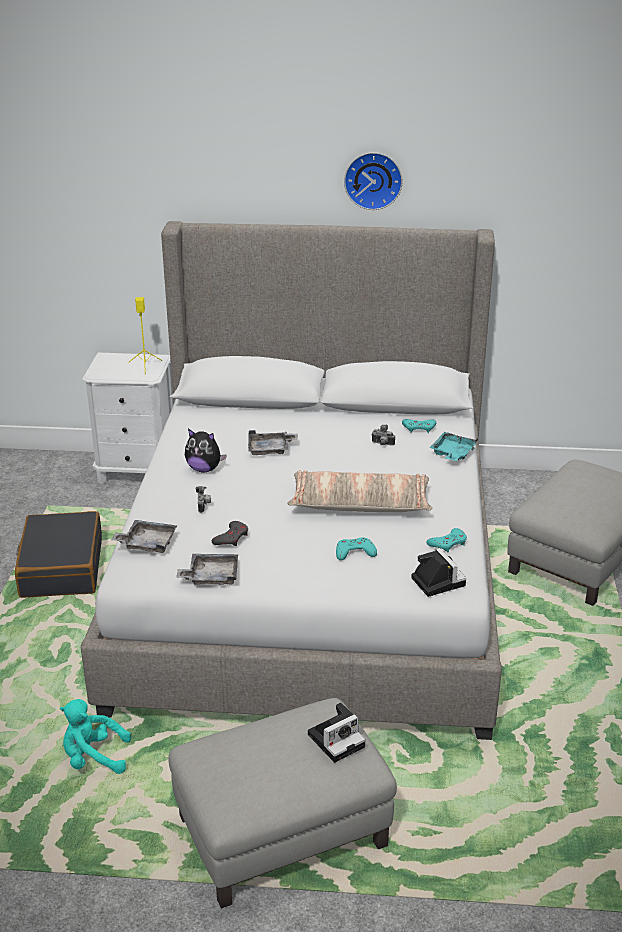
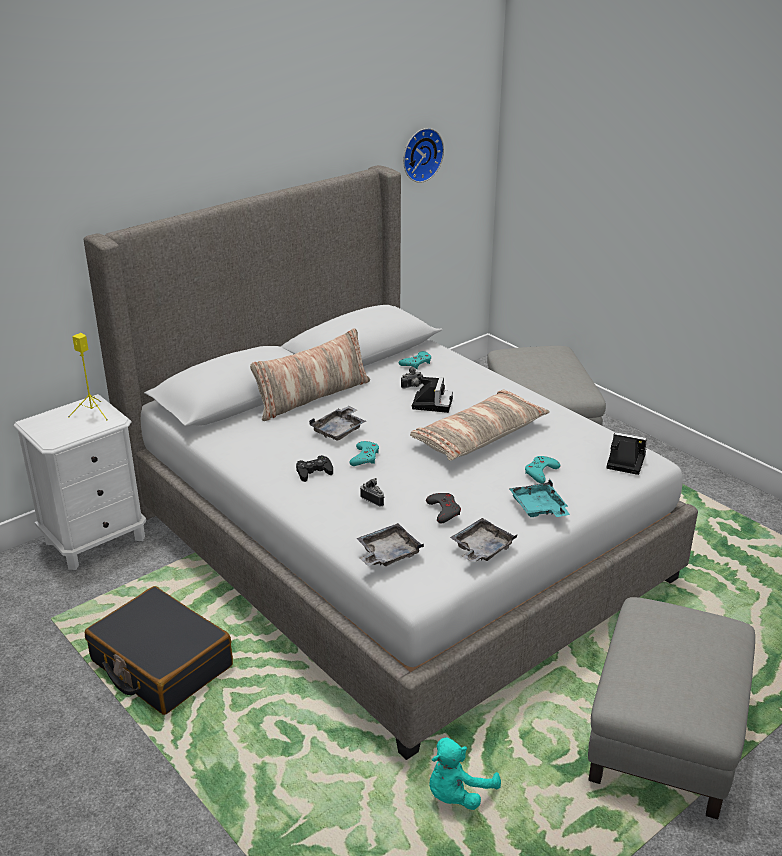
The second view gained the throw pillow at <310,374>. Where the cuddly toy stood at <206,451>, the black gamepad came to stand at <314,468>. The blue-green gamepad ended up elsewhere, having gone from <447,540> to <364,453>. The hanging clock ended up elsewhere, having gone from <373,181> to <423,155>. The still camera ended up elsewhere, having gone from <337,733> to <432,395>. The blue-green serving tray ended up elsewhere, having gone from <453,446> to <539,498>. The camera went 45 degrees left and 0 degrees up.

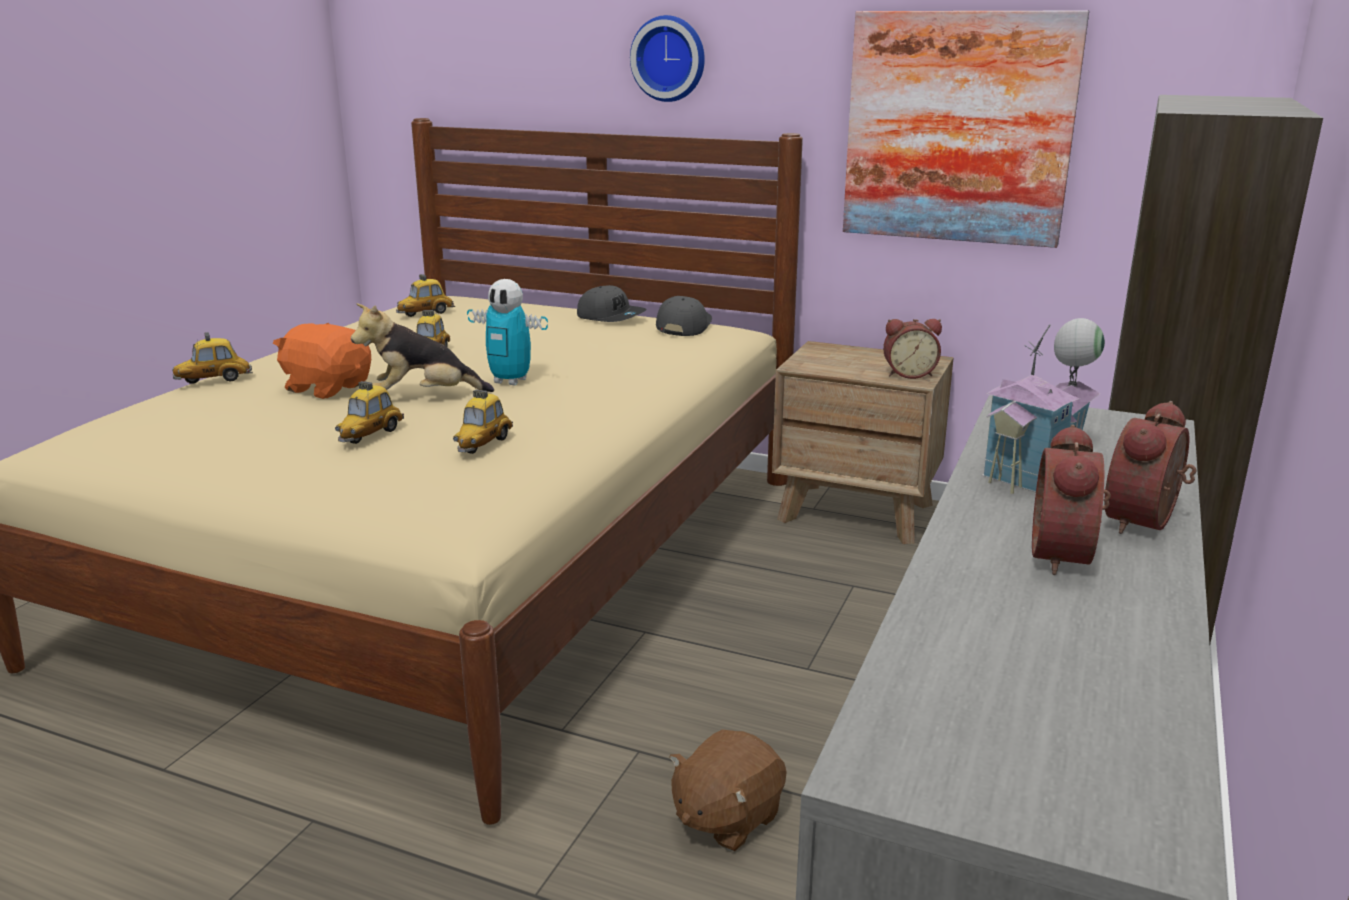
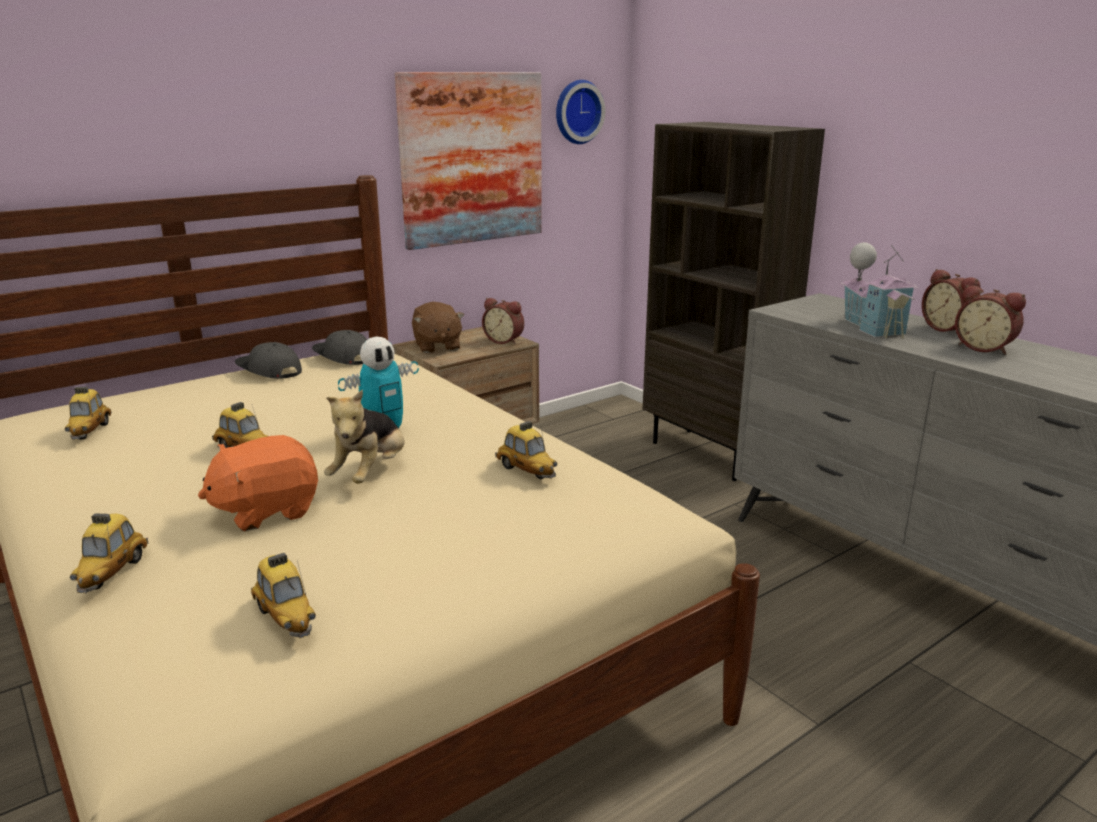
The gray cap at <612,303> ended up facing another way, 120 degrees counterclockwise from before. The miniature car ended up elsewhere, having gone from <369,412> to <283,595>. The brown-coloured cuddly toy ended up elsewhere, having gone from <728,790> to <438,327>. The bedside clock at <912,349> ended up facing another way, 90 degrees clockwise from before. The hanging clock ended up elsewhere, having gone from <667,58> to <580,112>. The camera went 60 degrees left and 0 degrees up.

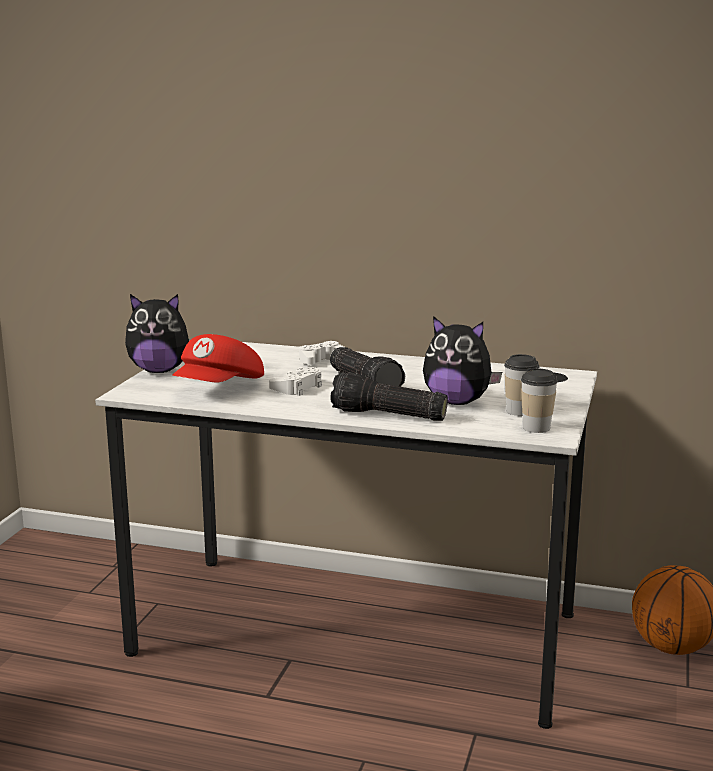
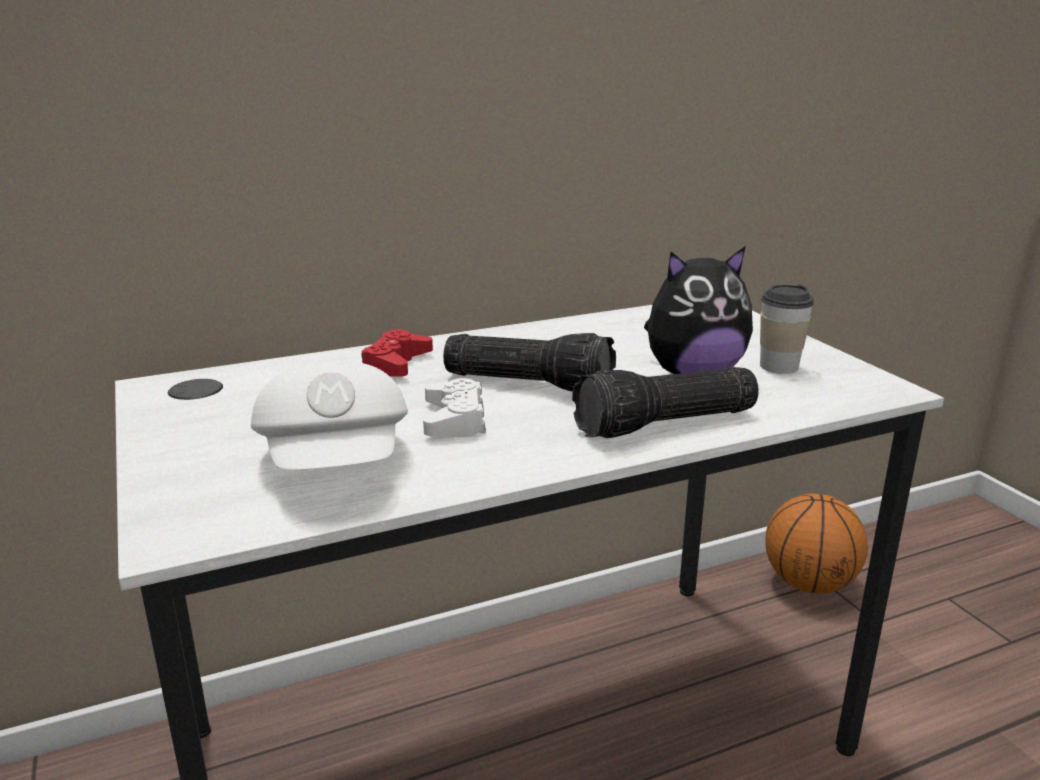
What was the red cap at <218,358> turned into the white cap at <329,415>. What was the white gamepad at <321,353> turned into the red gamepad at <397,353>. The second view lost the cuddly toy at <158,333>. The second view lost the drinking cup at <539,400>. The camera went 40 degrees left and 5 degrees up.

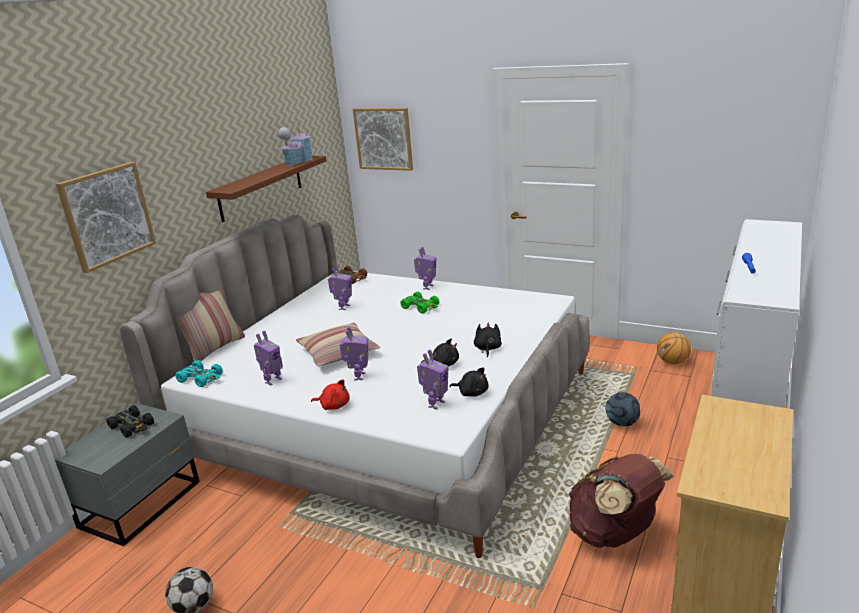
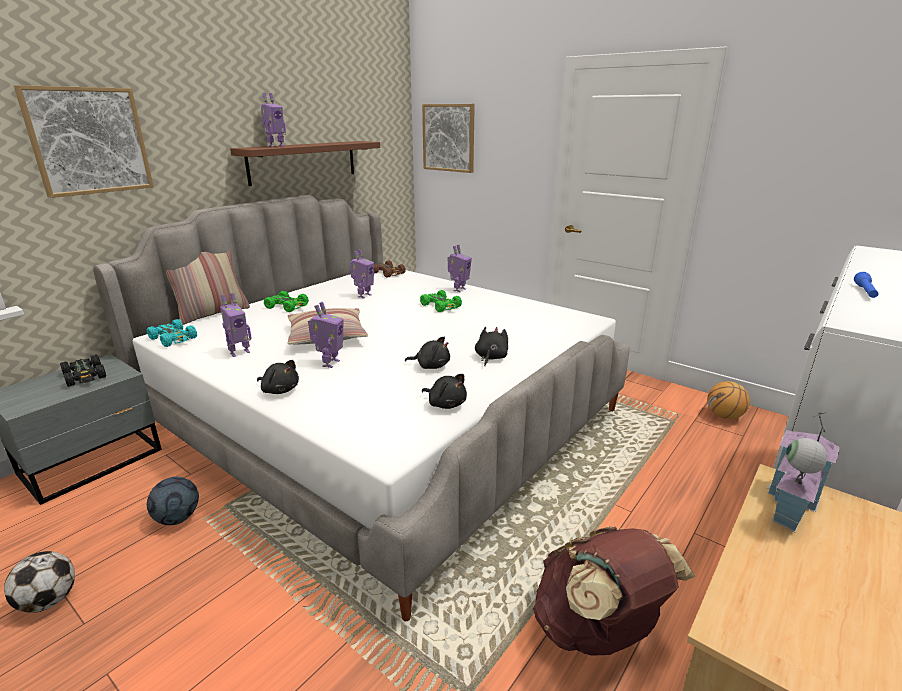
The ball for football ended up elsewhere, having gone from <623,409> to <173,501>. What was the red cuddly toy at <330,394> turned into the black cuddly toy at <278,377>. The model robot ended up elsewhere, having gone from <432,379> to <273,120>. The second view gained the green miniature car at <286,301>. The model house ended up elsewhere, having gone from <295,144> to <803,472>. The camera went 10 degrees right and 0 degrees up.

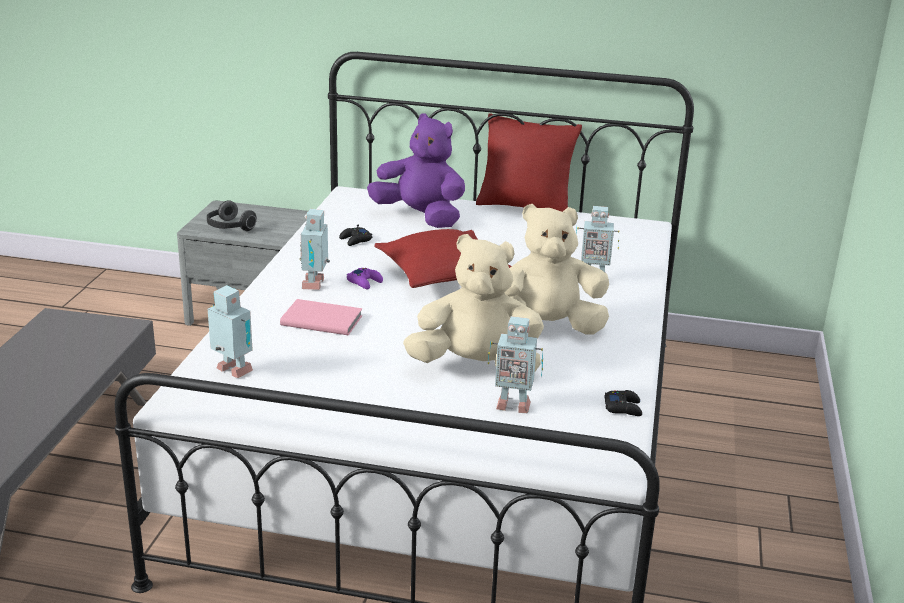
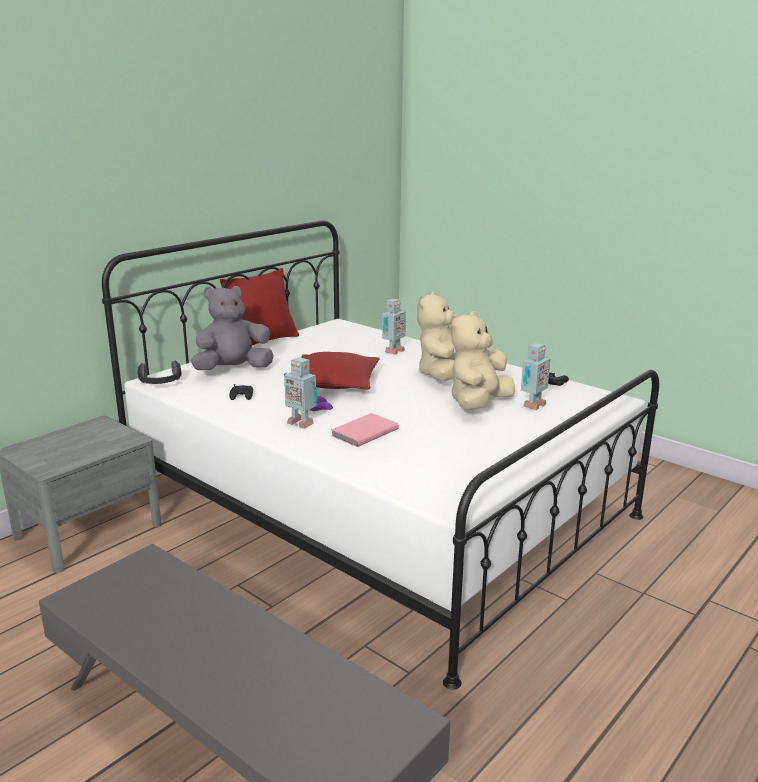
The pair of headphones ended up elsewhere, having gone from <232,215> to <159,372>. What was the purple-coloured cuddly toy at <416,170> turned into the gray cuddly toy at <232,328>. The second view lost the model robot at <230,331>. The camera went 60 degrees left and 5 degrees down.

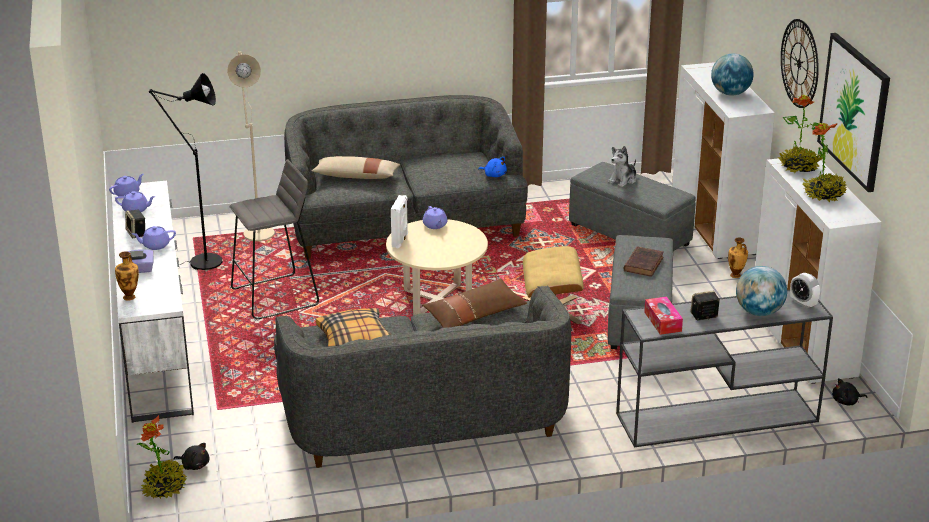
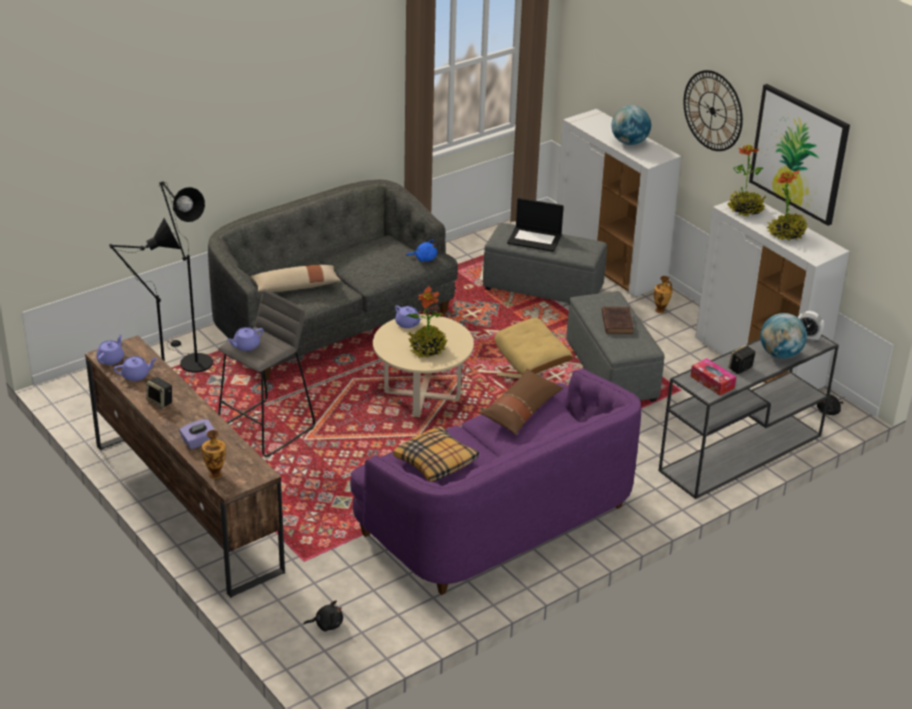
What was the white tv unit at <152,302> turned into the brown-coloured tv unit at <185,466>. What was the sand-coloured standard lamp at <251,146> turned into the black standard lamp at <186,276>. The purple-coloured tea pot ended up elsewhere, having gone from <154,238> to <245,339>. What was the gray couch at <422,377> turned into the purple-coloured couch at <495,481>. The potted plant ended up elsewhere, having gone from <162,457> to <426,322>. Where the cuddly toy stood at <622,166>, the portable computer came to stand at <535,225>. The second view lost the white speaker at <399,221>. The camera went 25 degrees left and 5 degrees up.

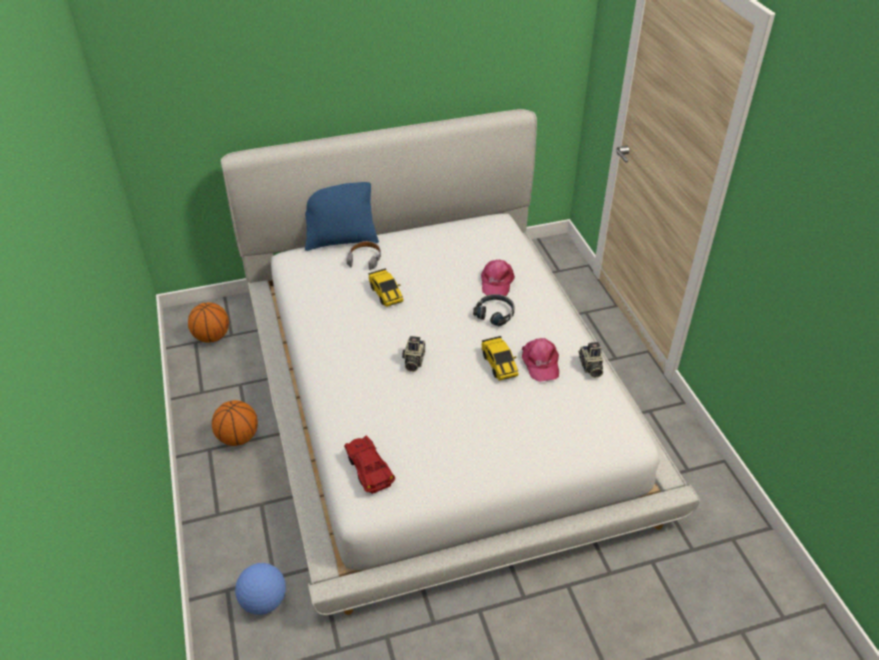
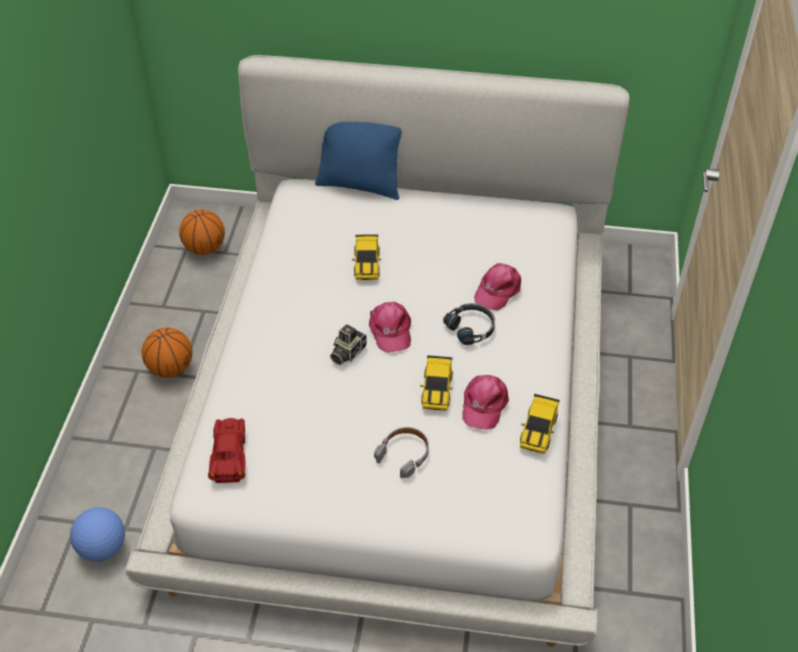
The second view gained the pinkish cap at <390,327>. The gray pair of headphones ended up elsewhere, having gone from <364,255> to <401,452>. Where the still camera stood at <591,360>, the miniature car came to stand at <540,424>. The camera went 25 degrees right and 5 degrees up.

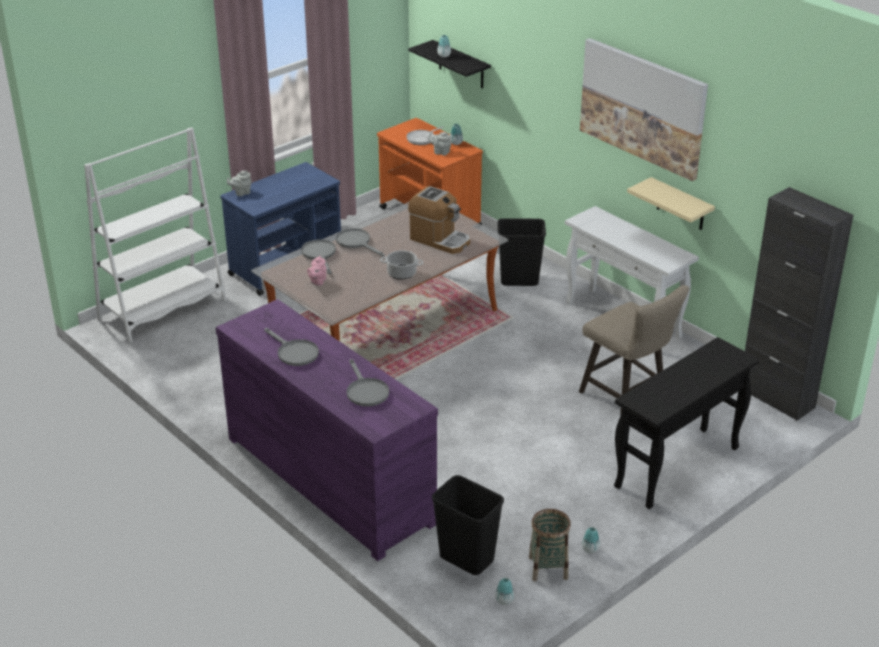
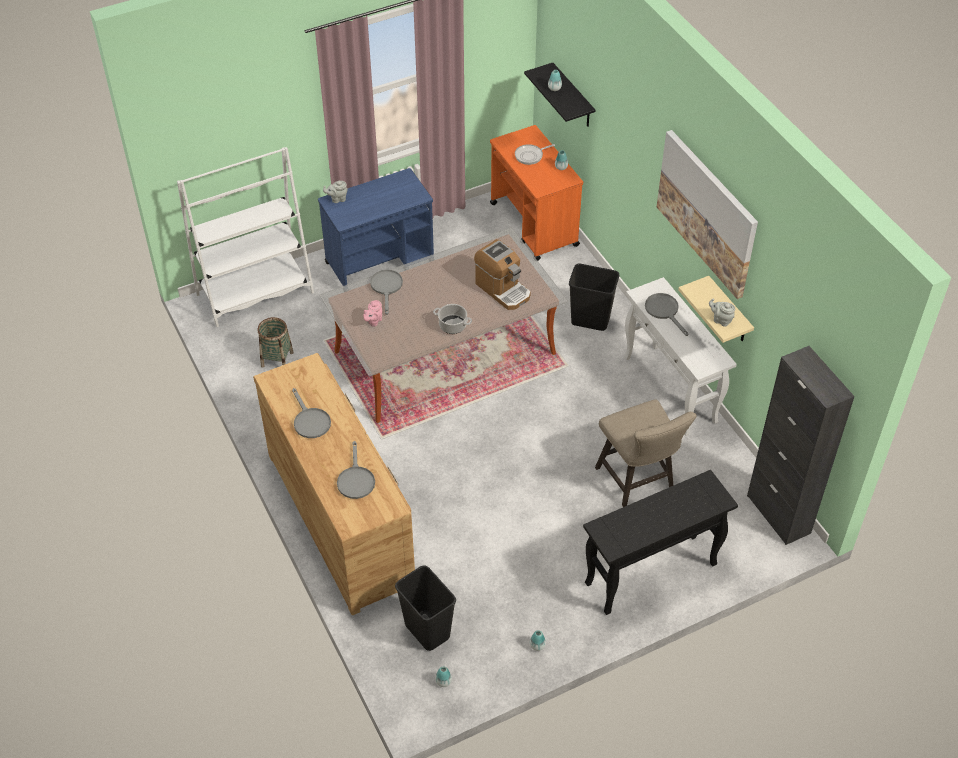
What was the purple-coloured dresser at <327,430> turned into the brown-coloured dresser at <334,484>. The basket ended up elsewhere, having gone from <550,545> to <275,342>. The gray frying pan ended up elsewhere, having gone from <360,242> to <667,314>. The gray tea pot ended up elsewhere, having gone from <439,143> to <722,312>. The camera went 15 degrees right and 15 degrees up.

